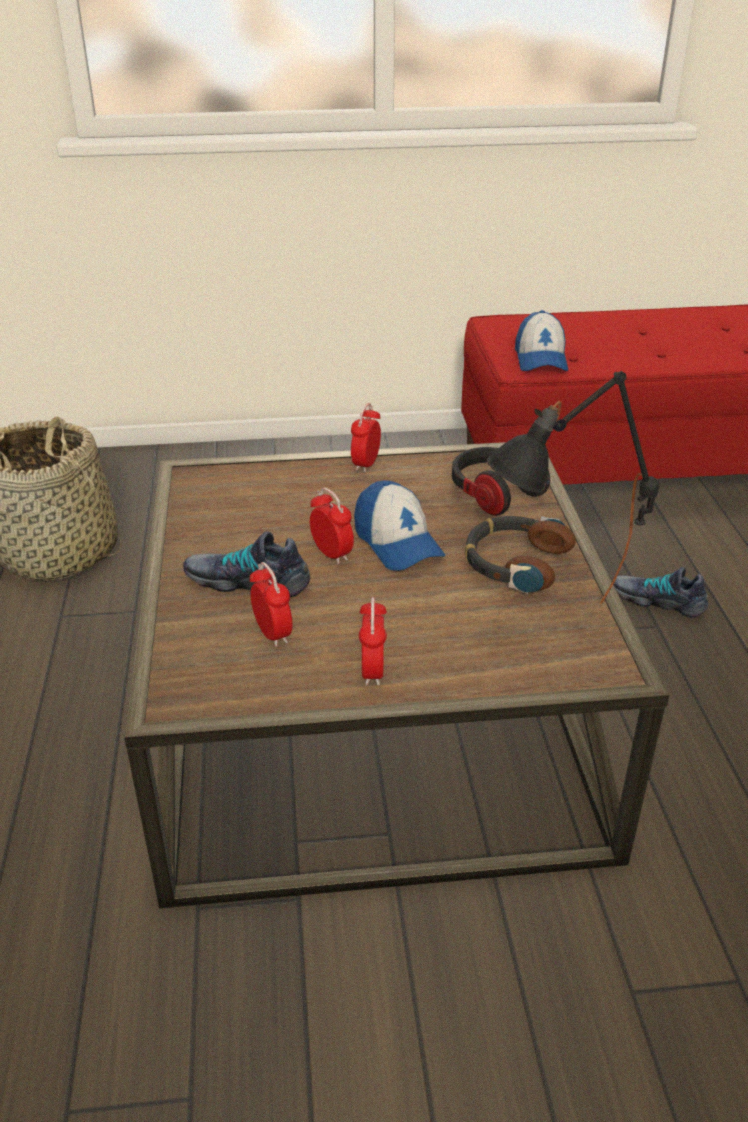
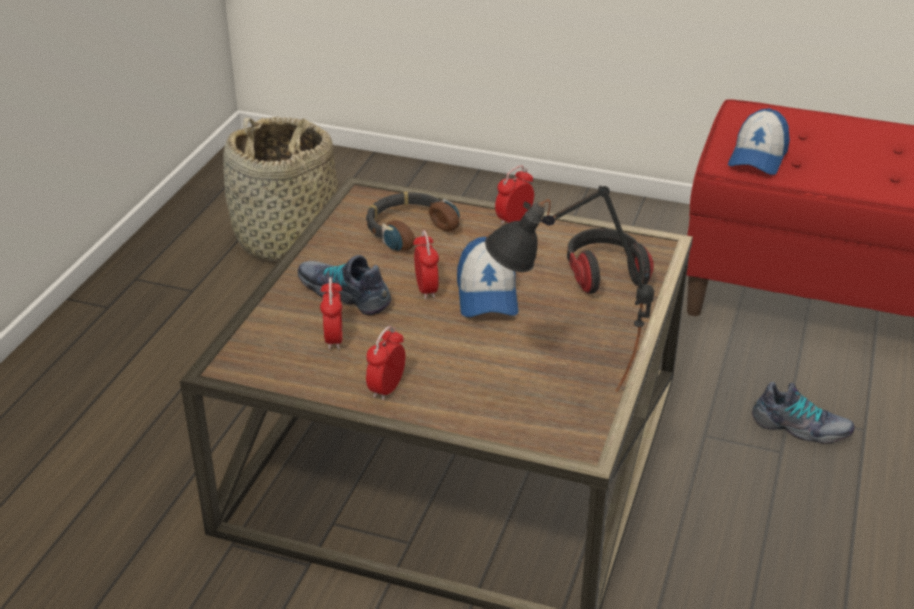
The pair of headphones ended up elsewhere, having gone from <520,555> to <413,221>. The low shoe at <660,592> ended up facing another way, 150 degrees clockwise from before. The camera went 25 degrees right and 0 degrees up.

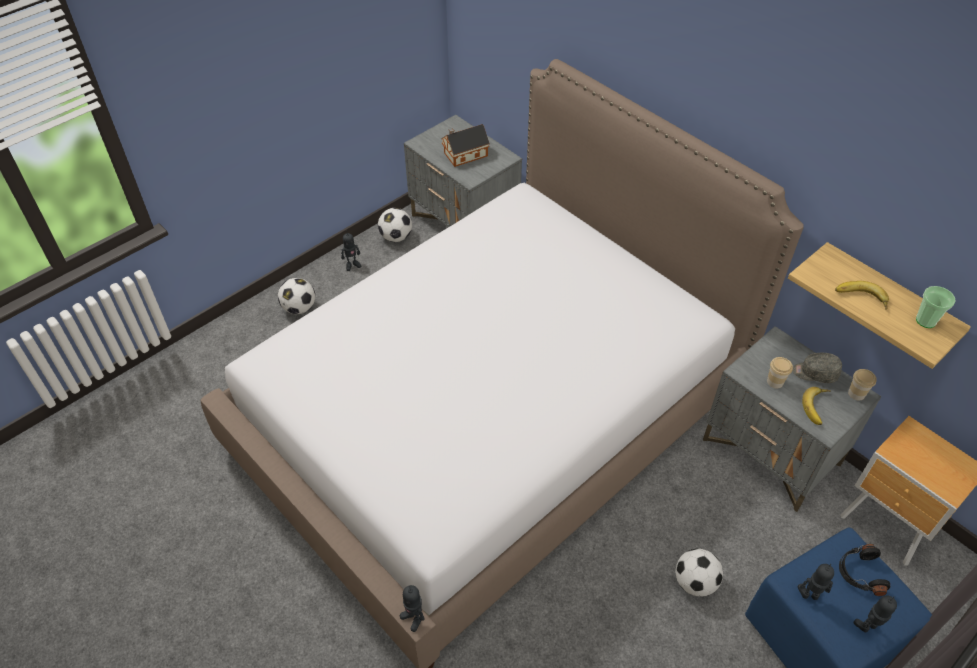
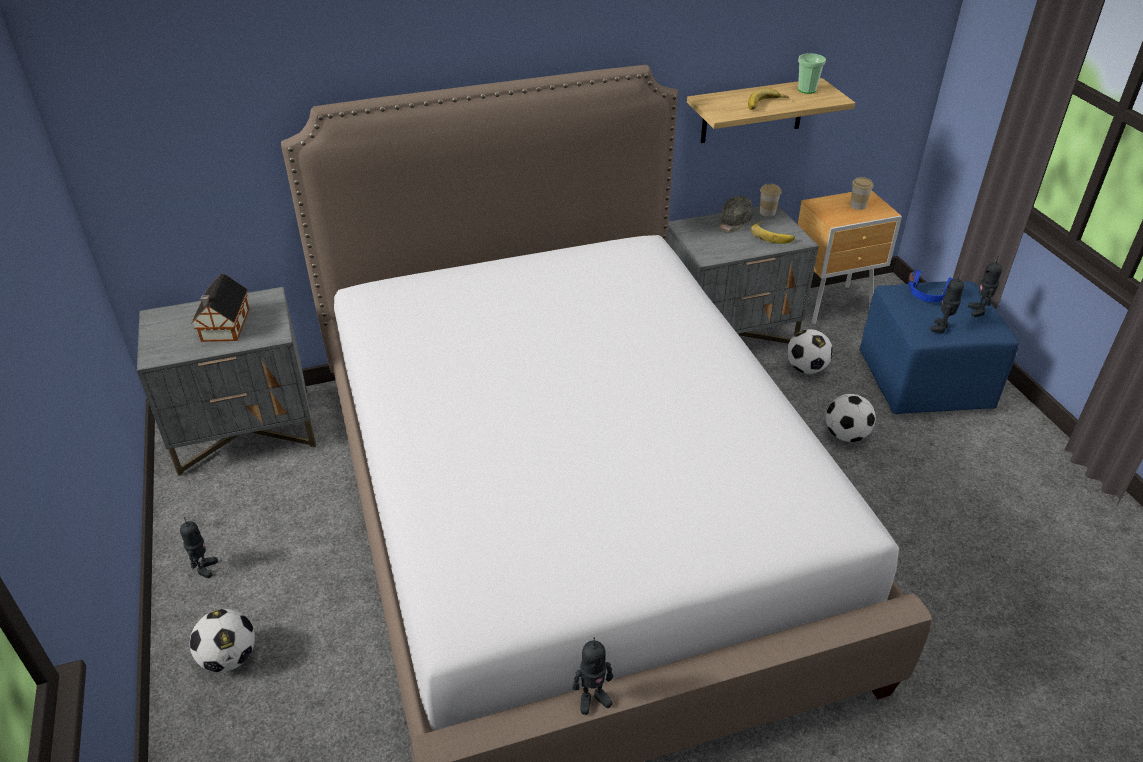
The model robot ended up elsewhere, having gone from <412,608> to <593,676>. The ball for football ended up elsewhere, having gone from <395,225> to <810,351>. The drinking cup ended up elsewhere, having gone from <780,372> to <861,193>. What was the black pair of headphones at <864,570> turned into the blue-coloured pair of headphones at <930,286>. The camera went 65 degrees left and 10 degrees down.

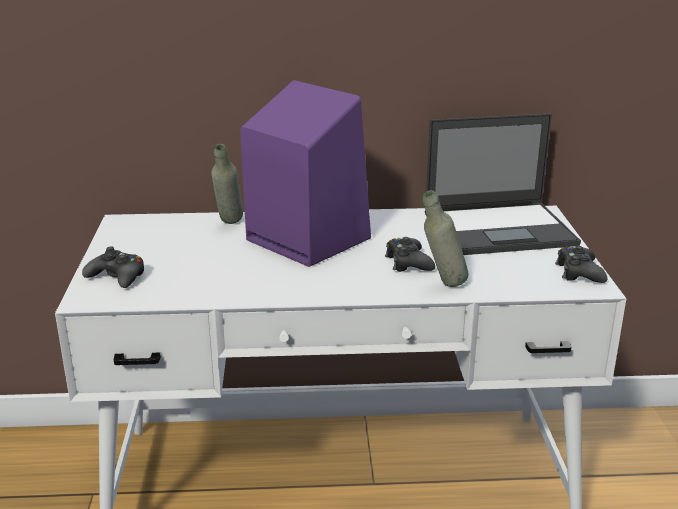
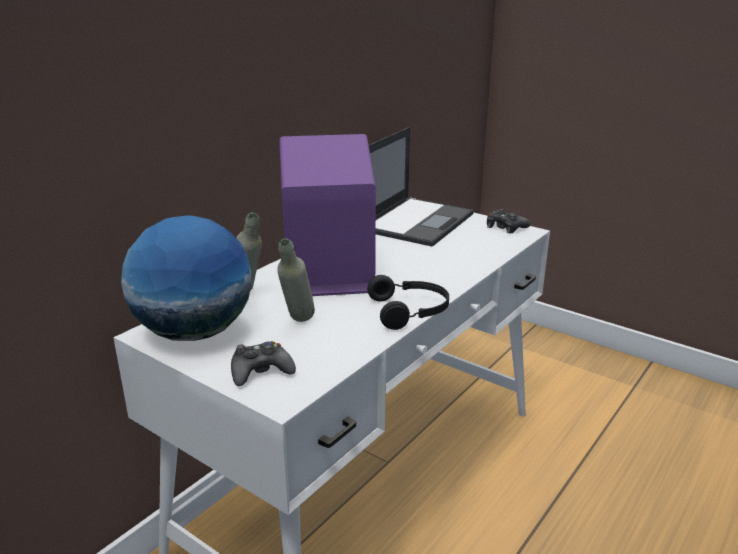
The second view gained the desk globe at <186,278>. The gray drink bottle ended up elsewhere, having gone from <445,238> to <296,280>. The second view gained the black pair of headphones at <408,302>. The second view lost the black gamepad at <410,254>. The camera went 50 degrees left and 0 degrees up.

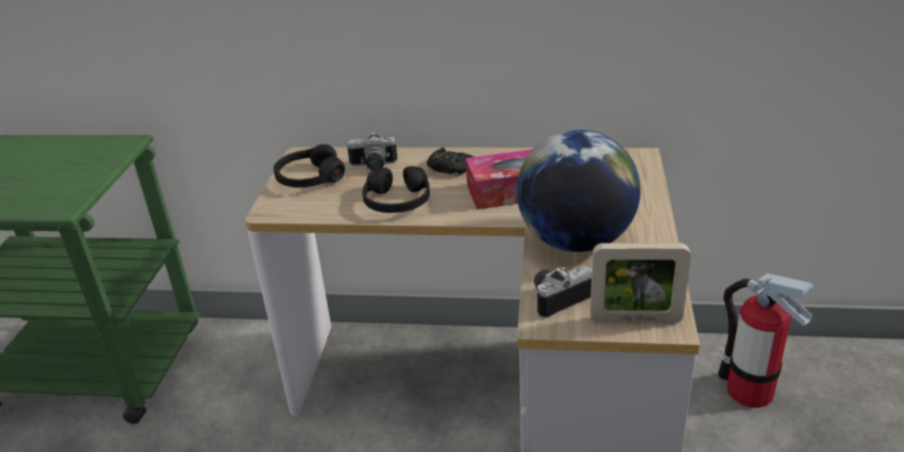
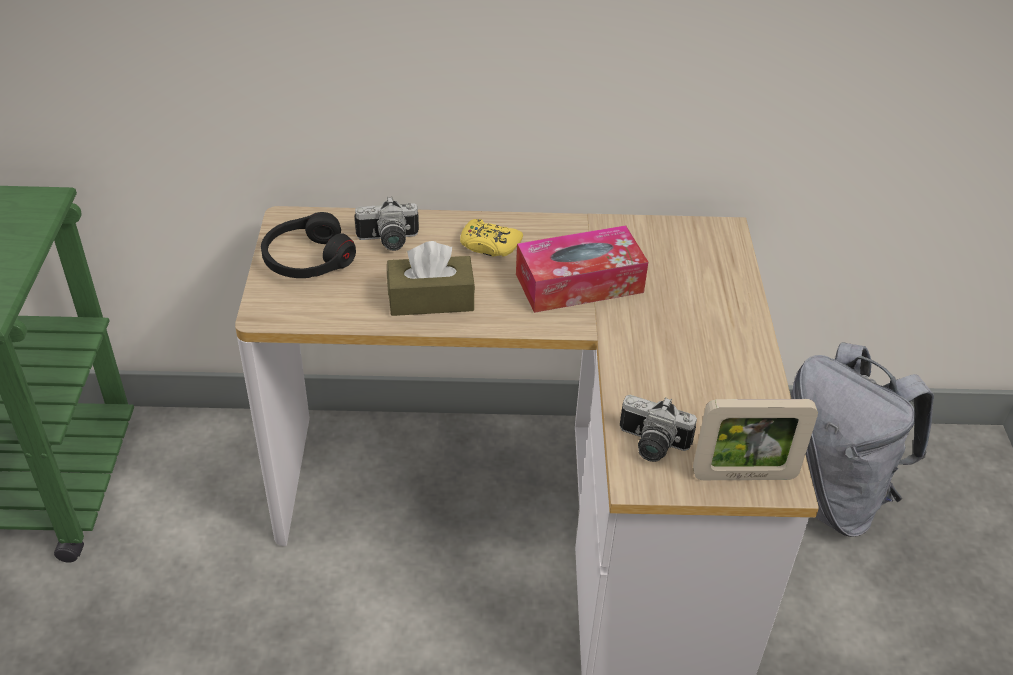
Where the black pair of headphones stood at <396,189>, the brown-coloured tissue box came to stand at <431,278>. What was the black gamepad at <450,161> turned into the yellow gamepad at <491,238>. The still camera at <563,292> ended up facing another way, 120 degrees counterclockwise from before. Where the fire-fighting cylinder stood at <765,340>, the gray knapsack came to stand at <862,439>. The second view lost the desk globe at <579,190>. The camera went 10 degrees left and 10 degrees up.

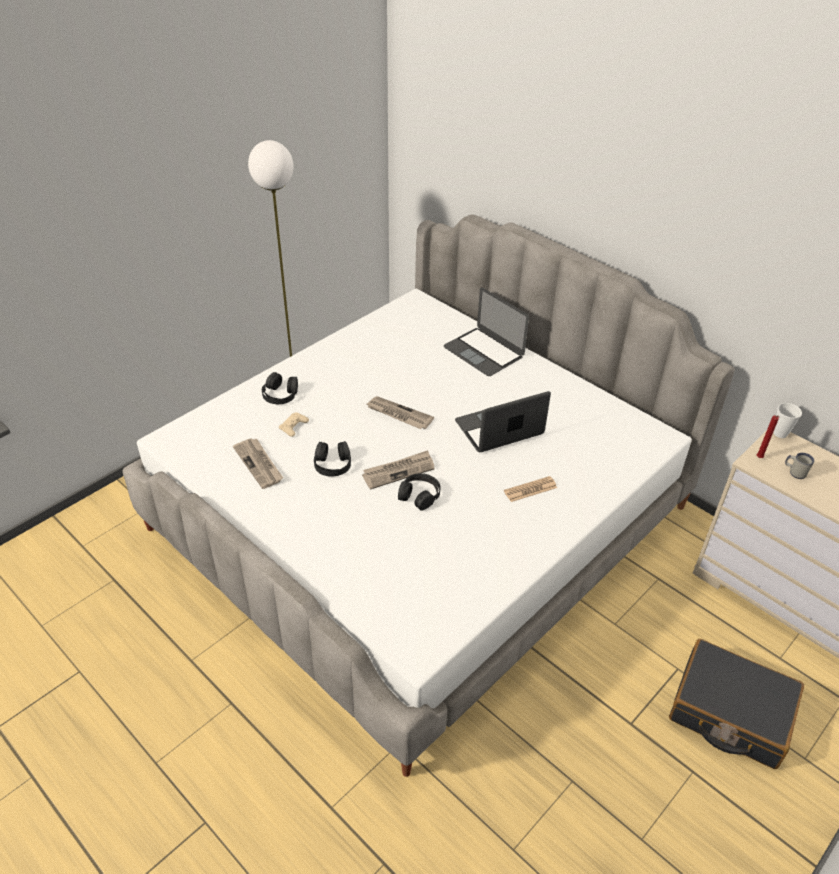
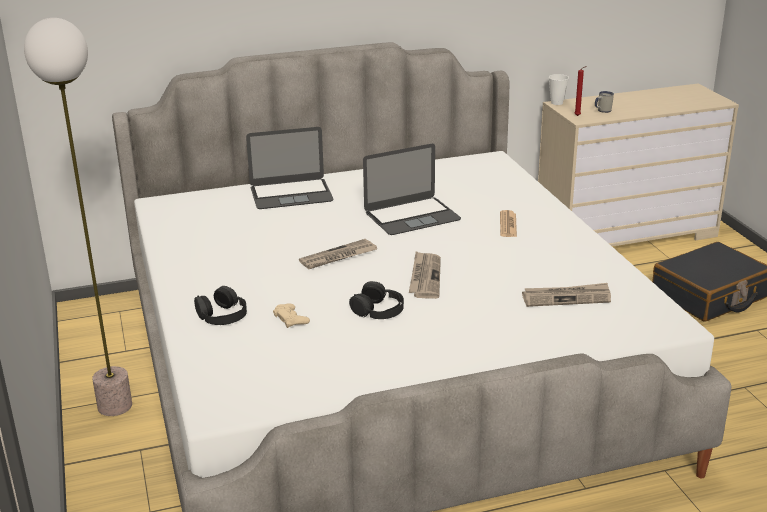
The portable computer at <503,421> ended up facing another way, 120 degrees counterclockwise from before. The daily paper ended up elsewhere, having gone from <258,463> to <566,295>. The second view lost the black pair of headphones at <419,492>. The camera went 60 degrees left and 15 degrees down.

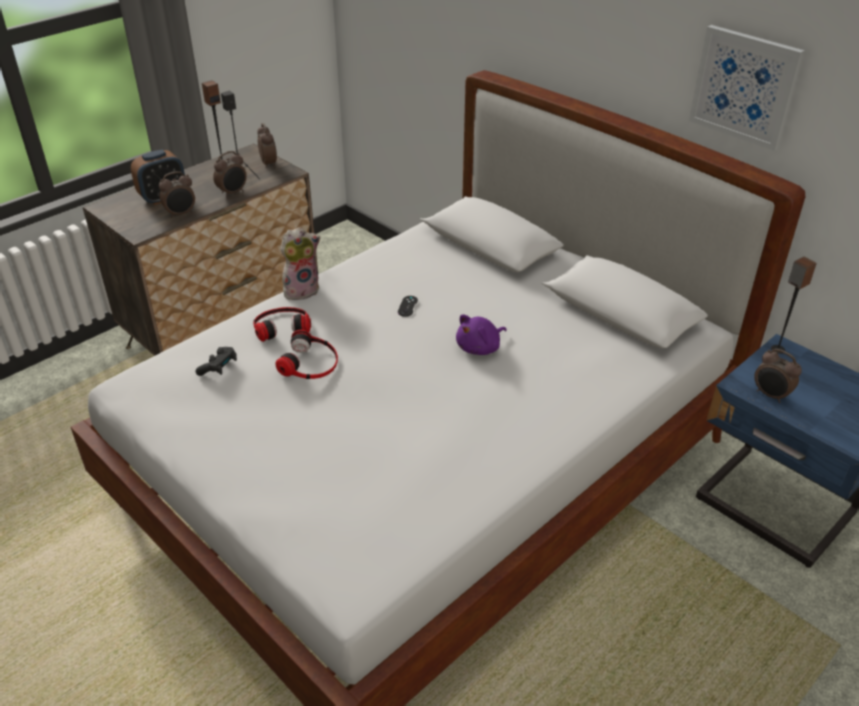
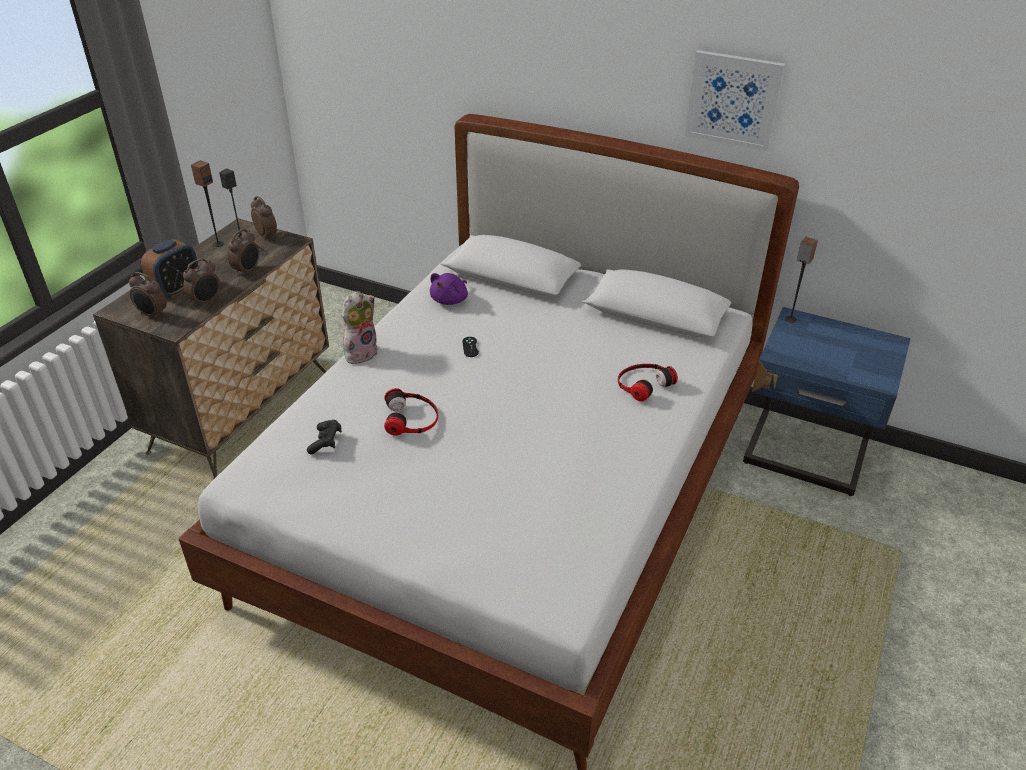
The bedside clock ended up elsewhere, having gone from <778,376> to <148,296>. The purple-coloured cuddly toy ended up elsewhere, having gone from <481,335> to <449,289>. The pair of headphones ended up elsewhere, having gone from <282,324> to <648,383>. The camera went 20 degrees left and 0 degrees up.

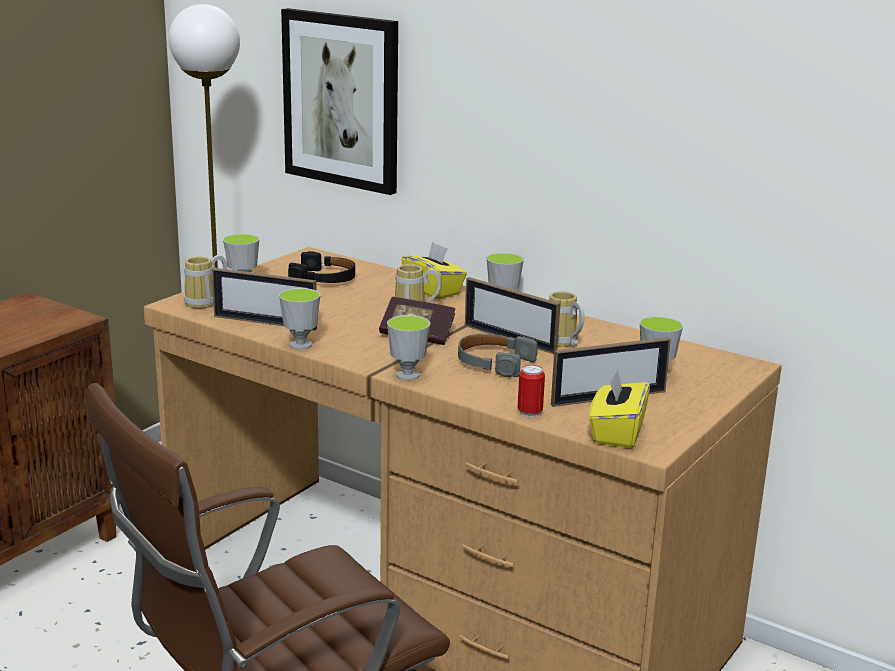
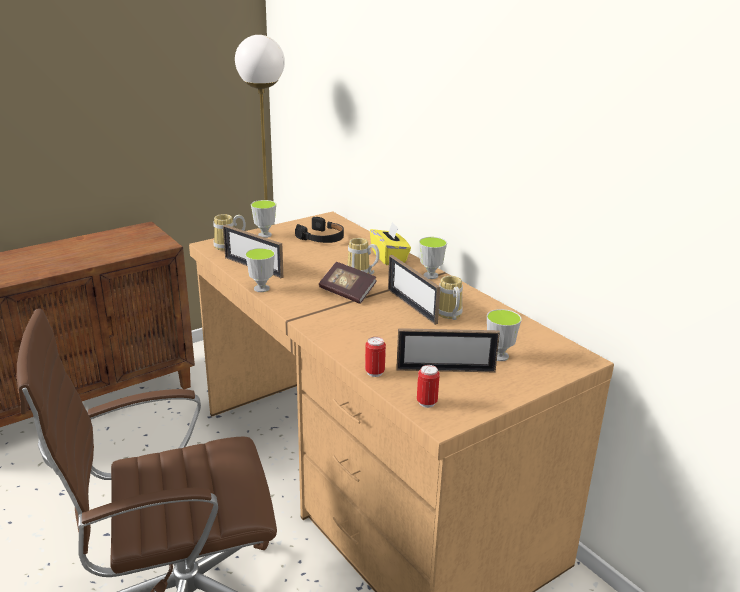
Where the yellow tissue box stood at <619,408>, the can came to stand at <428,386>. The second view lost the wall picture at <339,101>. The second view lost the drinking cup at <408,347>. The second view lost the gray pair of headphones at <498,355>. The camera went 20 degrees right and 5 degrees up.

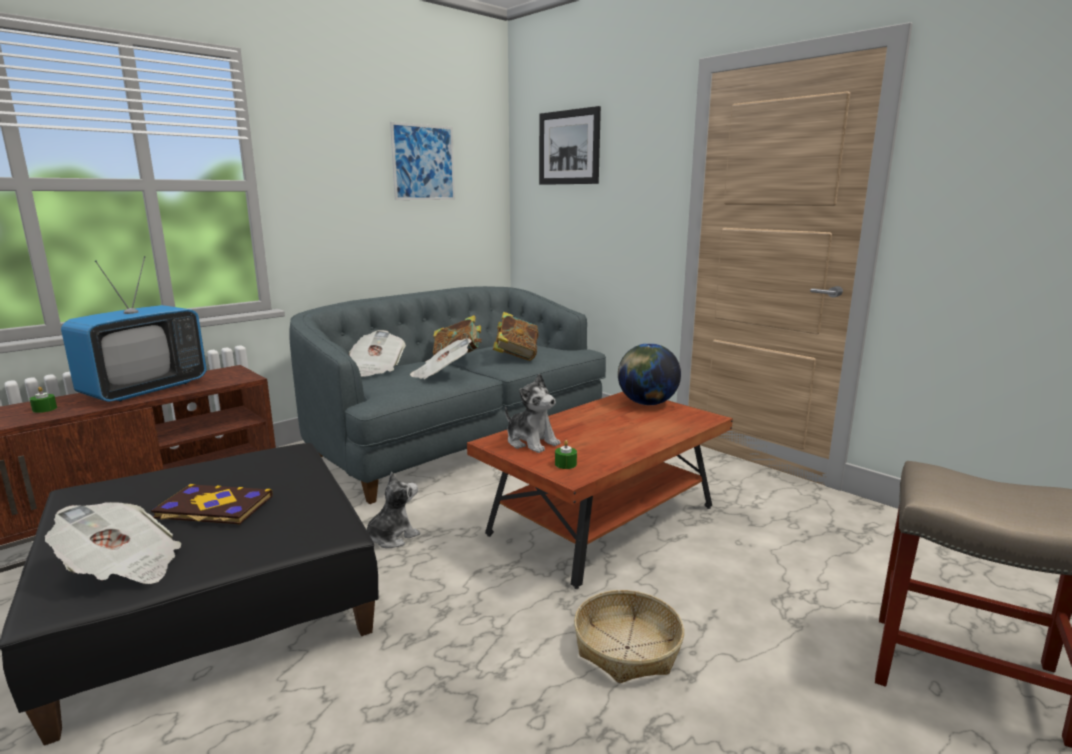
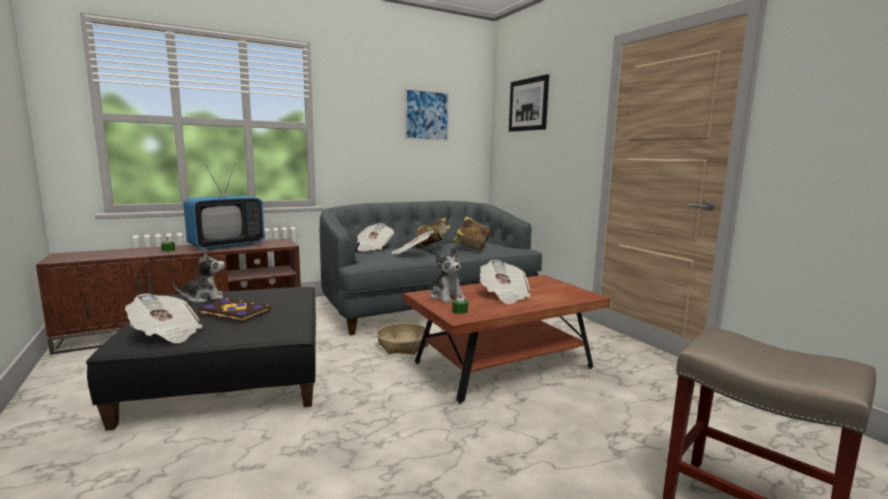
The cuddly toy ended up elsewhere, having gone from <393,510> to <199,276>. The basket ended up elsewhere, having gone from <629,636> to <403,339>. The second view gained the daily paper at <505,282>. The second view lost the desk globe at <649,374>. The camera went 15 degrees right and 5 degrees down.

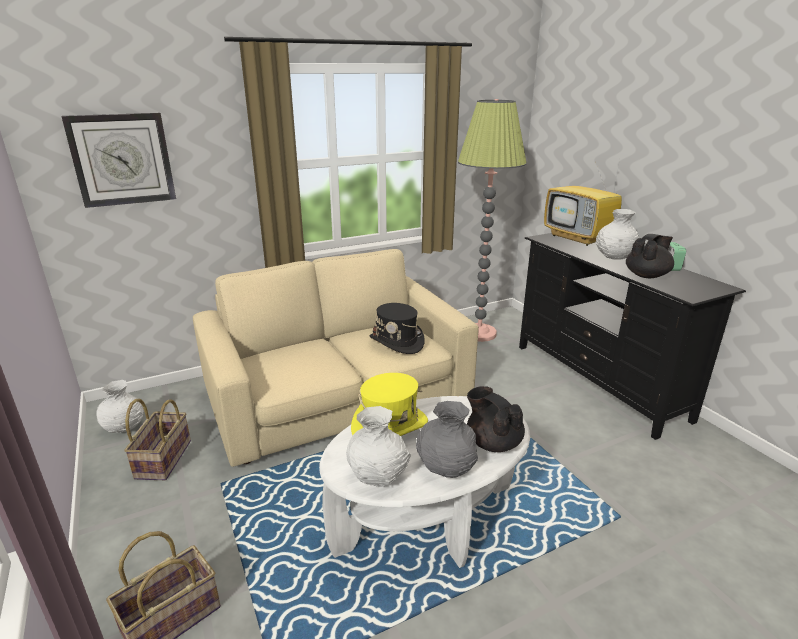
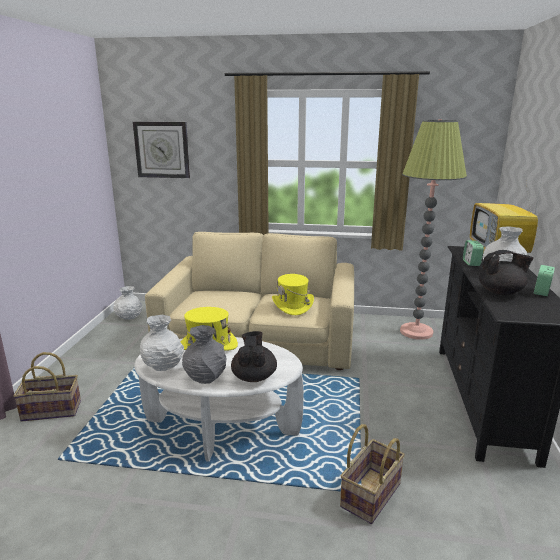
What was the black wearable hat at <397,328> turned into the yellow wearable hat at <293,294>. The basket ended up elsewhere, having gone from <157,439> to <372,474>. The second view gained the bedside clock at <473,253>. The camera went 35 degrees right and 5 degrees down.

